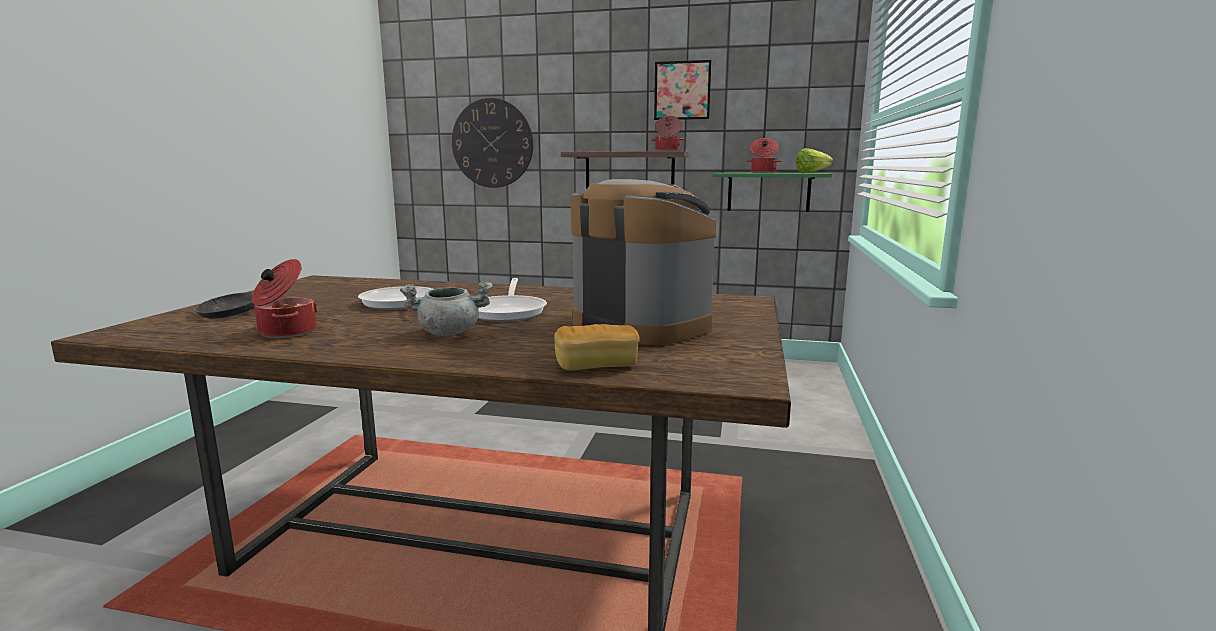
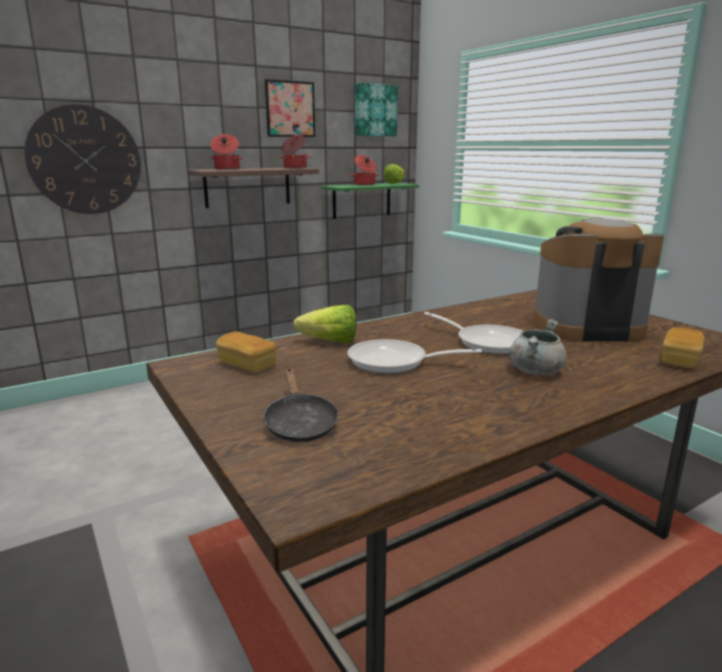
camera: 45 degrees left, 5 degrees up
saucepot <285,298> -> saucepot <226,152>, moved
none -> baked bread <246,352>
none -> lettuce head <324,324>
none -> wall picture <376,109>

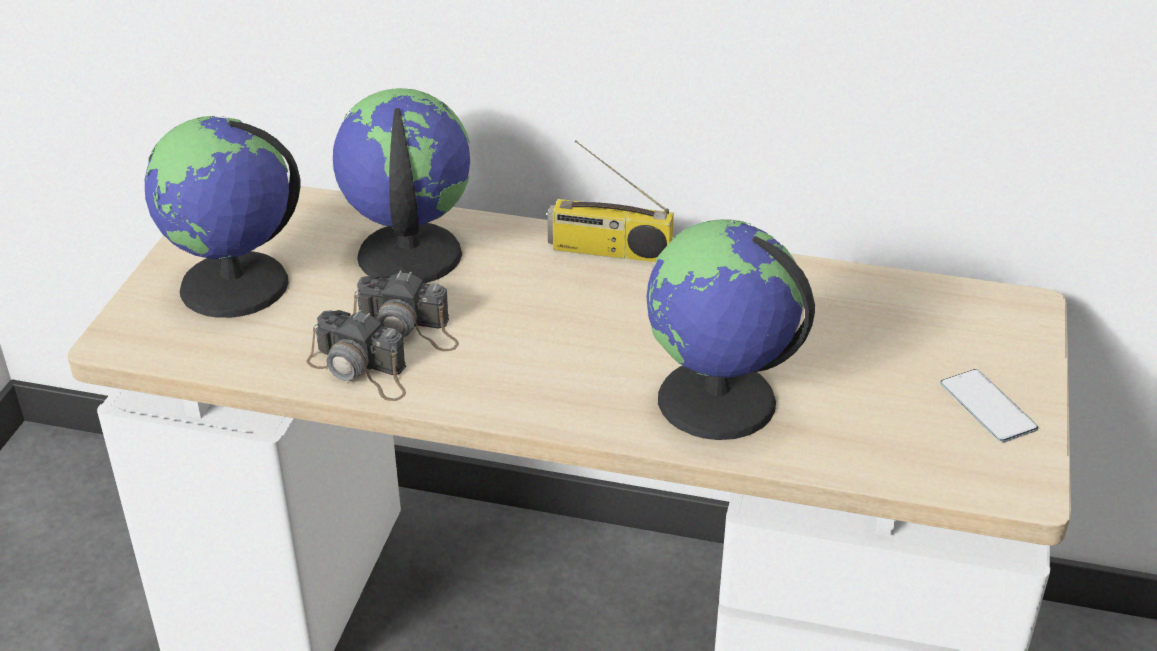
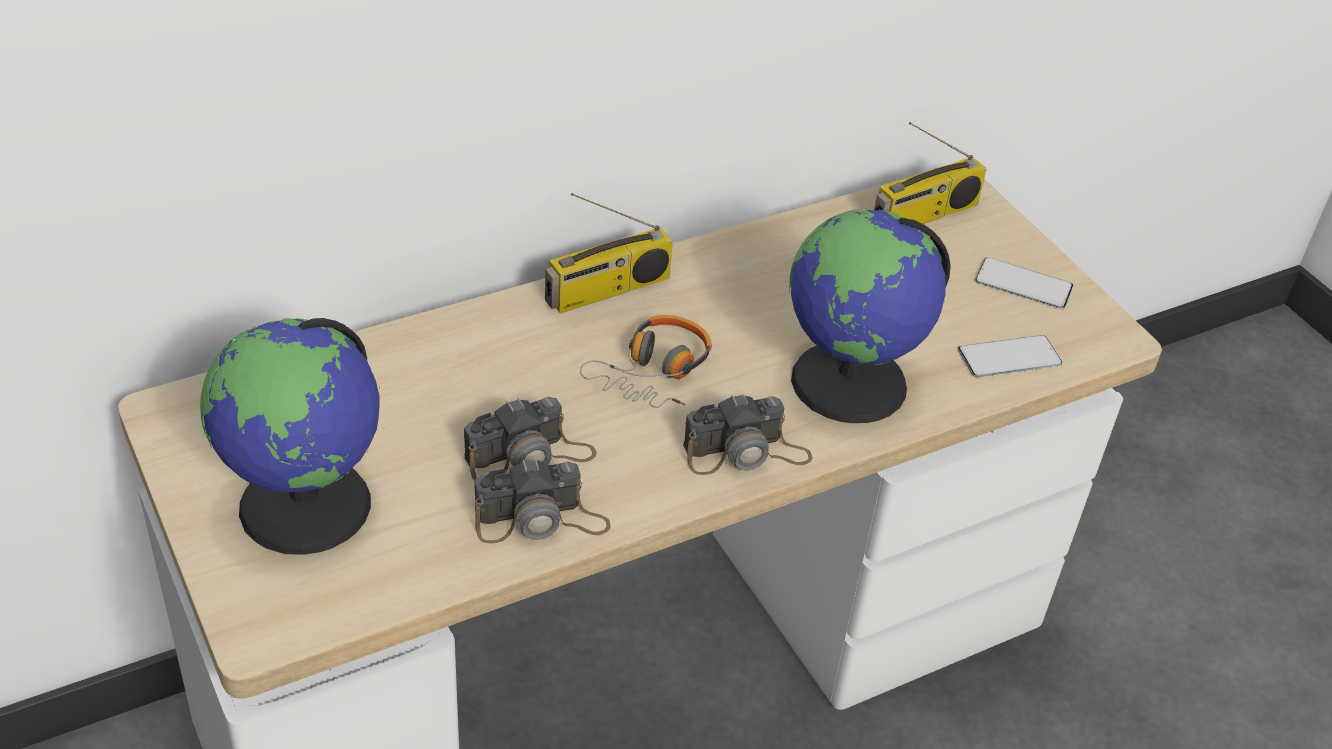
camera: 45 degrees left, 5 degrees up
desk globe <401,185> -> none
none -> headphones <646,361>
none -> photo camera <748,434>
none -> radio receiver <930,173>
none -> handset <1010,356>

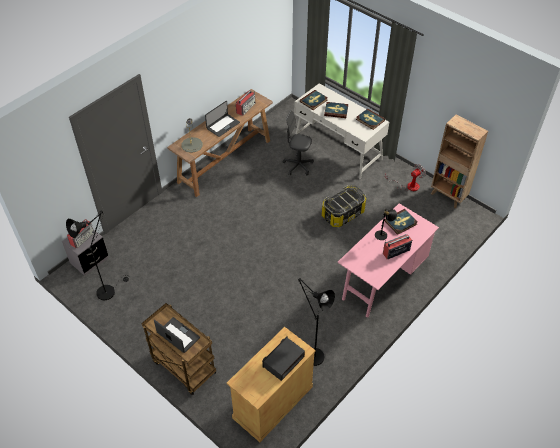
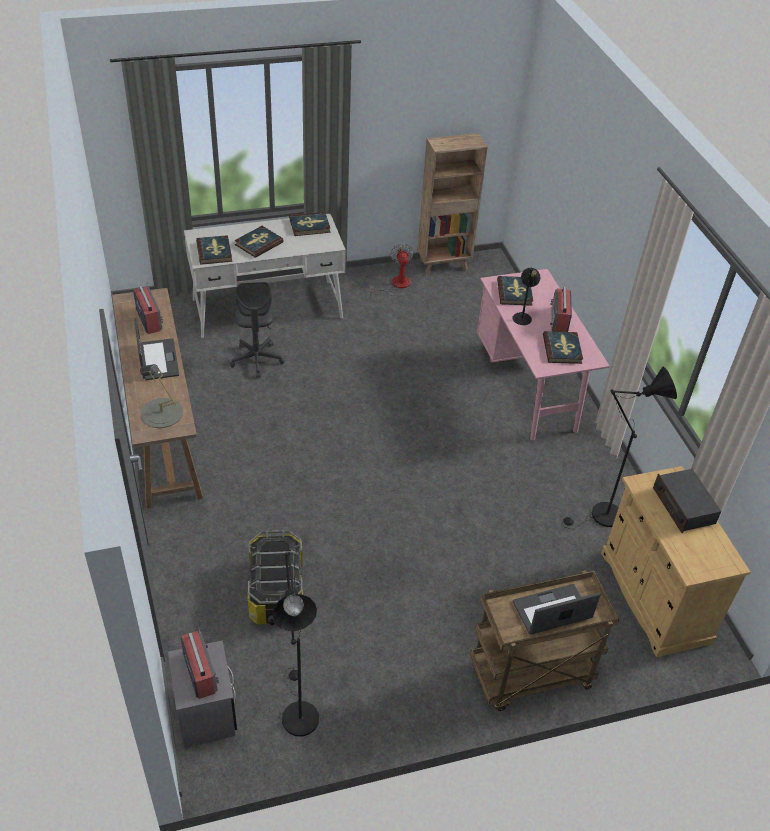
camera: 60 degrees left, 5 degrees down
computer chair (greyish) <298,142> -> computer chair (greyish) <257,330>, 60 degrees counterclockwise
storage bin <344,206> -> storage bin <275,577>, moved
none -> book <563,347>

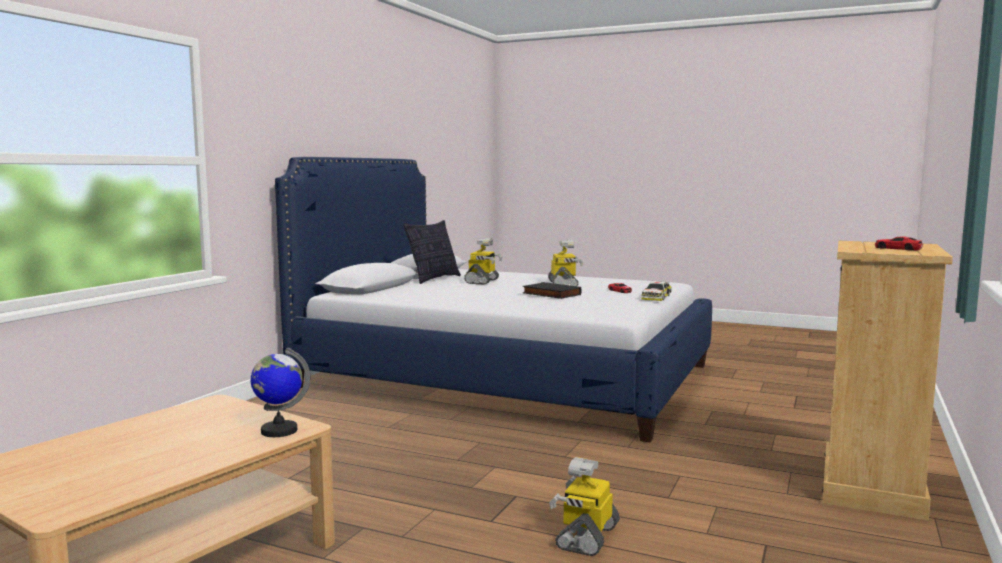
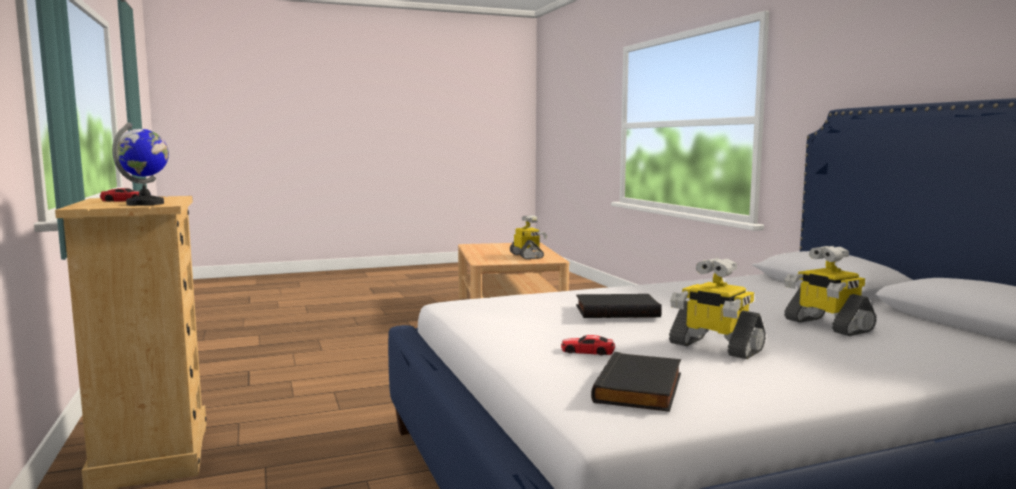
camera: 135 degrees right, 0 degrees up
desk globe <280,392> -> desk globe <140,164>, moved
cushion <432,252> -> none
model robot <584,506> -> model robot <528,237>, moved
miniature car <656,291> -> none
none -> book (blackish) <636,382>

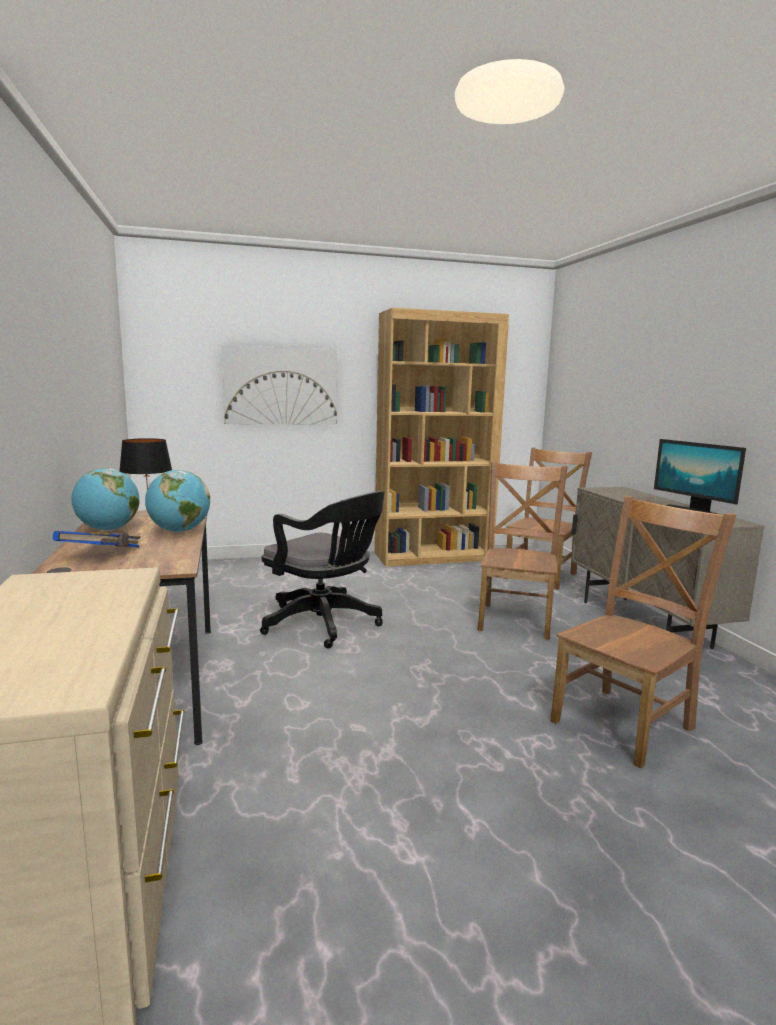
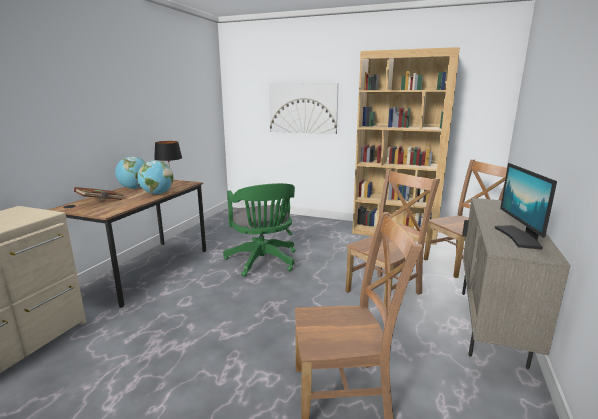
camera: 35 degrees right, 5 degrees up
book (bluish) <97,539> -> book (brown) <98,193>
computer chair (blackish) <322,569> -> computer chair (green-coloured) <259,230>

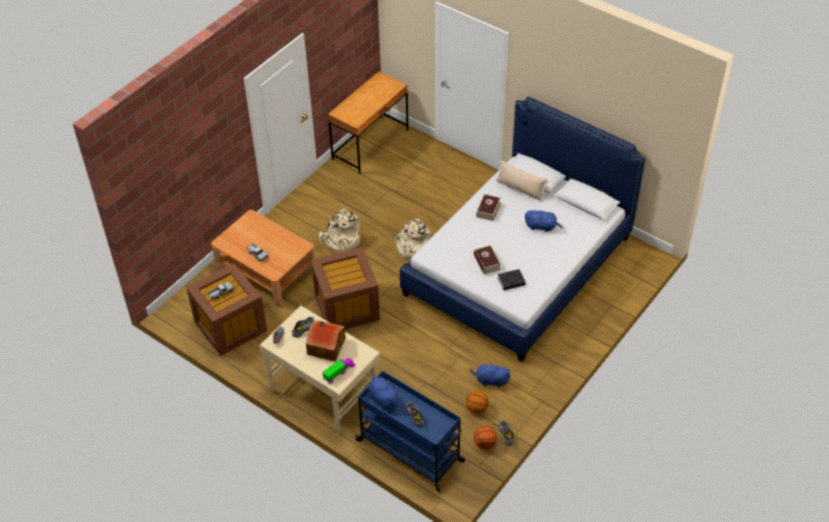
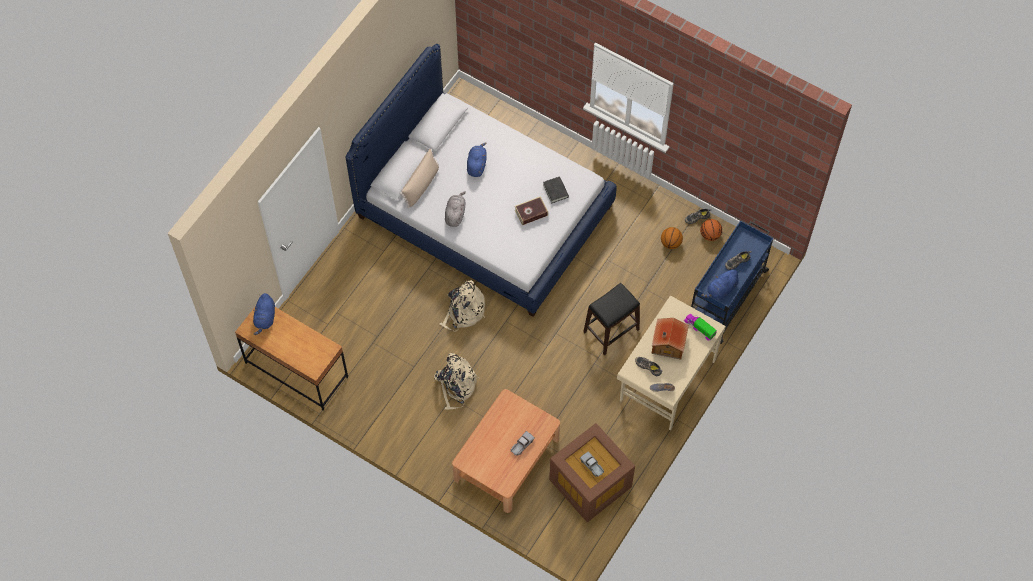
camera: 95 degrees left, 15 degrees up
storage bin (brown) <345,288> -> none
soft toy (bluish) <490,374> -> soft toy (bluish) <264,314>, moved
book <488,207> -> soft toy (greyish) <455,209>
none -> stool (blackish) <611,319>

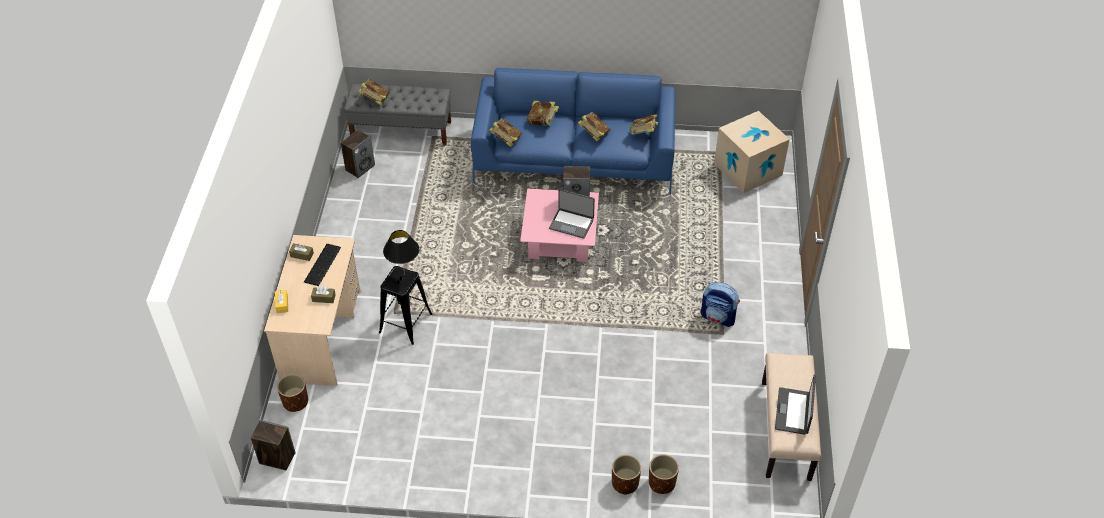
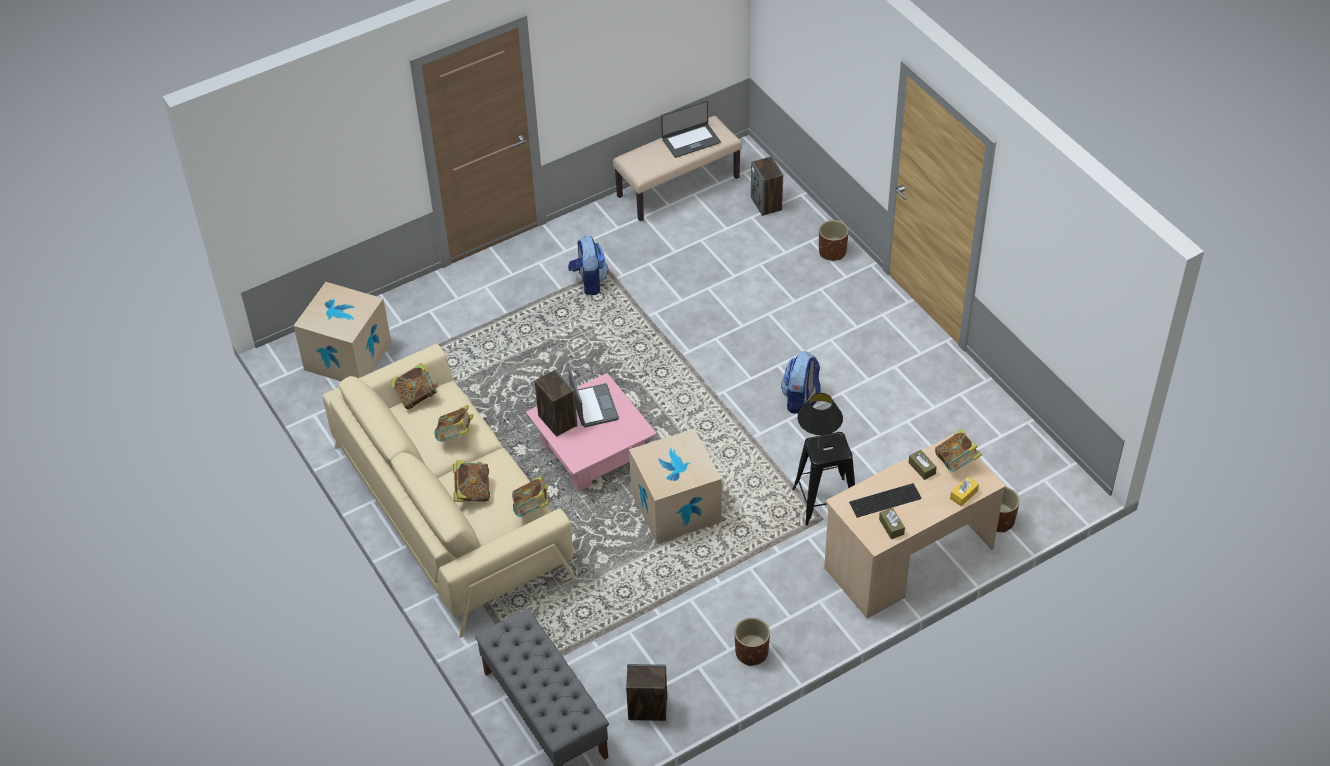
camera: 125 degrees left, 0 degrees up
speaker <273,445> -> speaker <767,186>, moved
book <374,92> -> book <958,450>, moved
sofa (bluish) <573,131> -> sofa (beige-coloured) <449,491>
plant pot (brown) <664,474> -> plant pot (brown) <752,641>, moved
none -> packing box <675,486>
none -> rucksack <800,382>

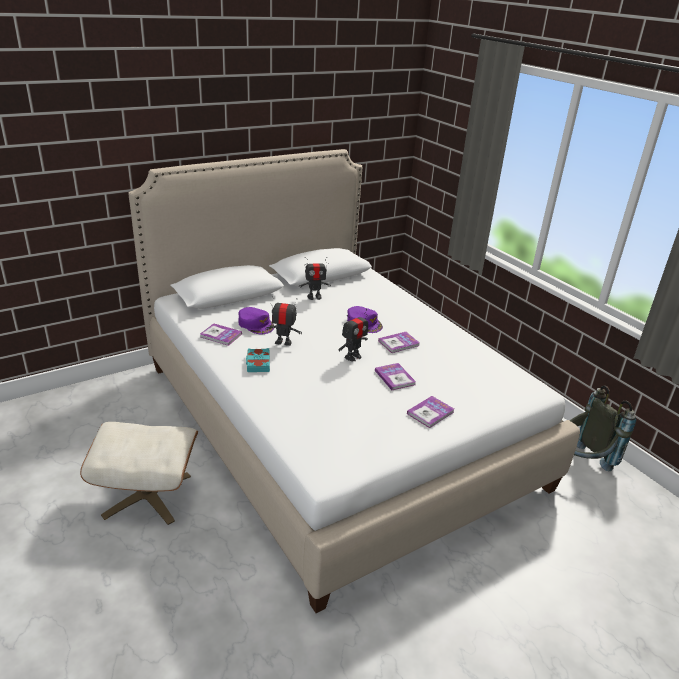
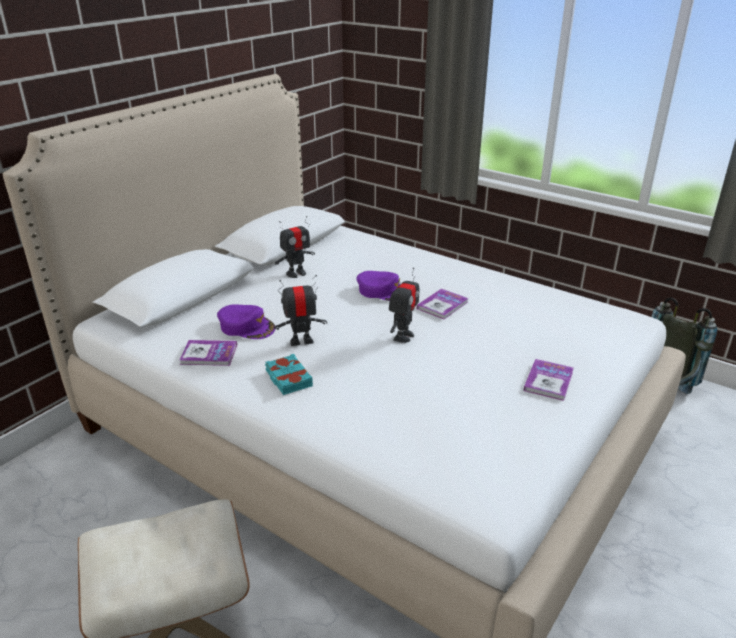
camera: 20 degrees left, 0 degrees up
book <395,376> -> none

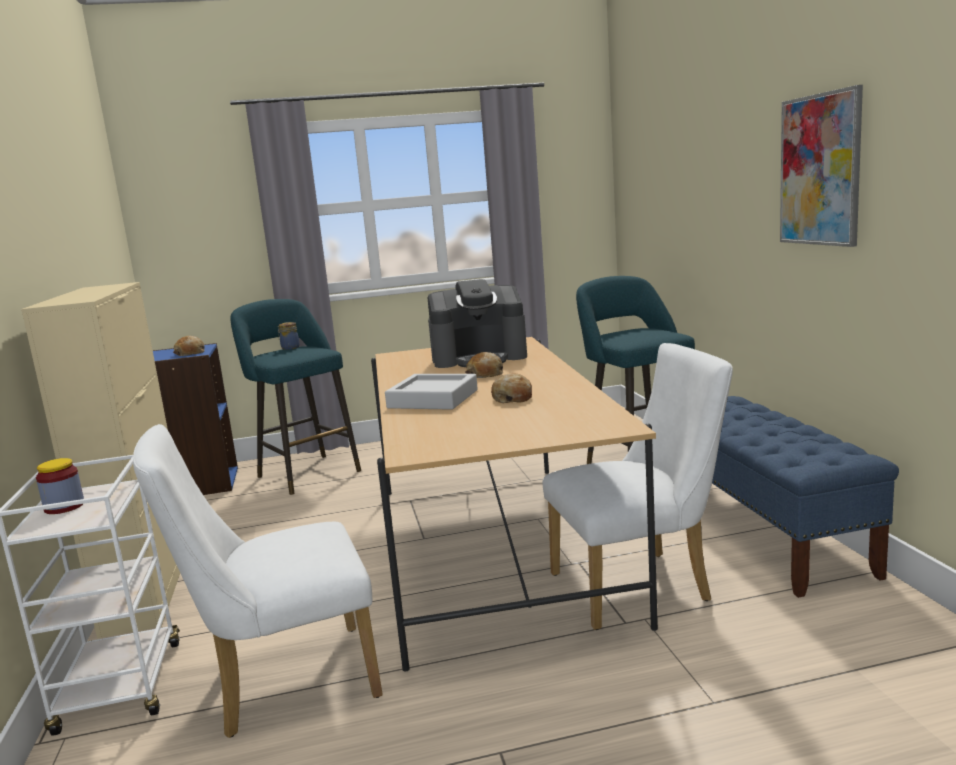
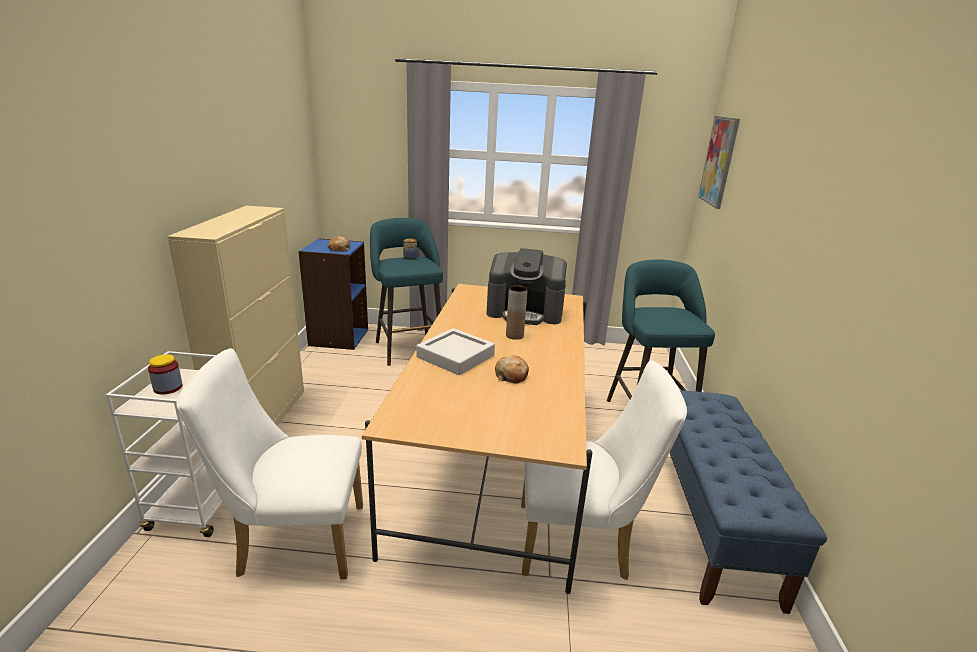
camera: 15 degrees right, 10 degrees up
baked bread <484,365> -> vase (brown) <517,312>
wall picture <821,166> -> wall picture <719,162>, moved

